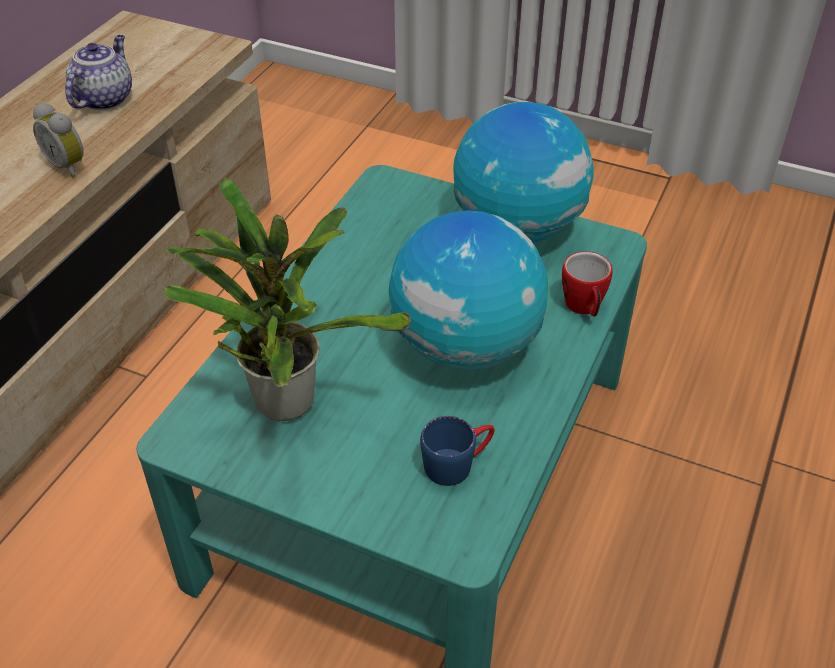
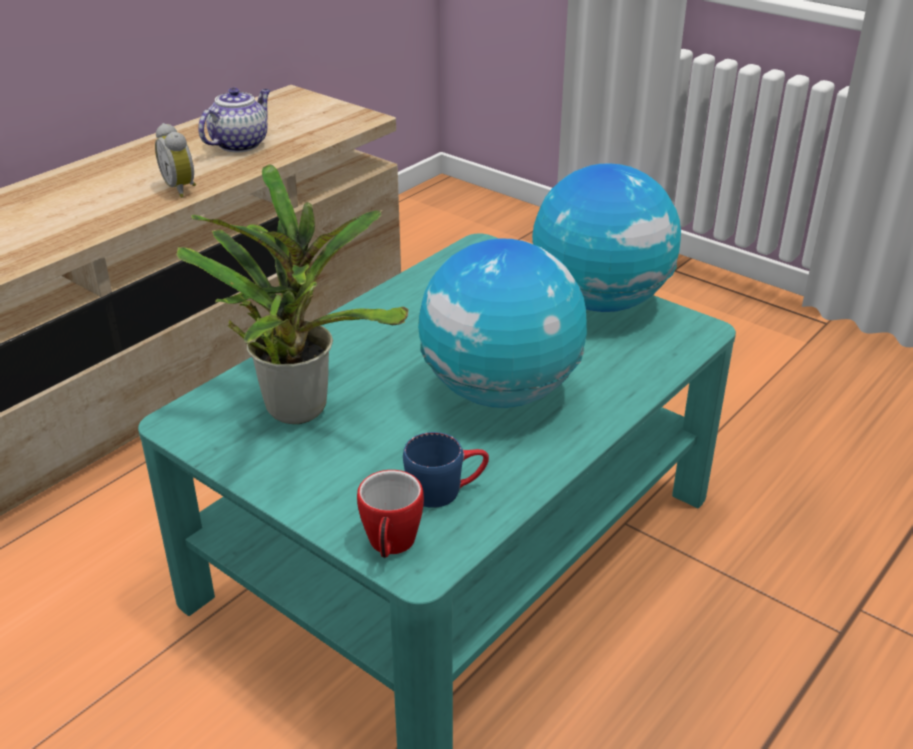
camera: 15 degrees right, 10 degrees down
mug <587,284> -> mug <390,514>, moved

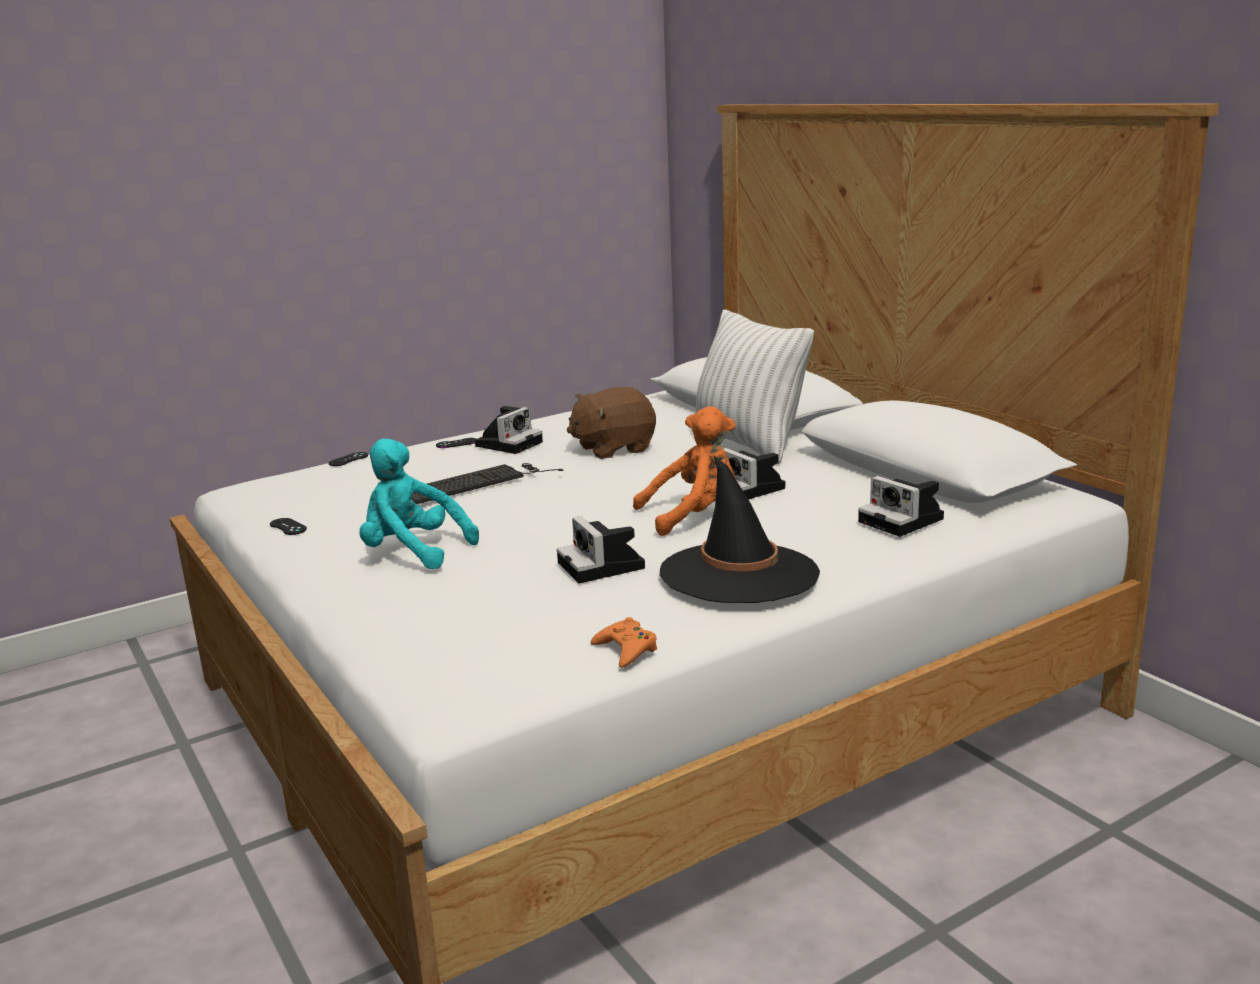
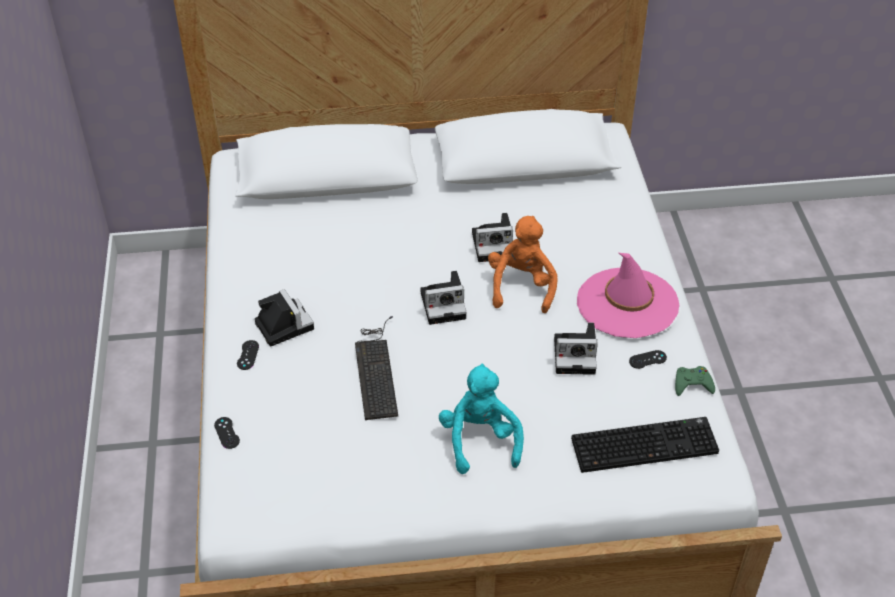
camera: 65 degrees left, 25 degrees up
game controller (blackish) <288,526> -> game controller (blackish) <648,359>, moved
soft toy (turquoise-coloured) <419,504> -> soft toy (turquoise-coloured) <481,419>, 120 degrees clockwise
soft toy (brown) <611,423> -> none
game controller (orange) <624,642> -> game controller (green-coloured) <695,381>
wearable hat (blackish) <740,529> -> wearable hat (pink-coloured) <628,295>
cushion (whitish) <753,387> -> none
photo camera <901,506> -> photo camera <443,298>, moved
none -> computer keyboard <645,445>

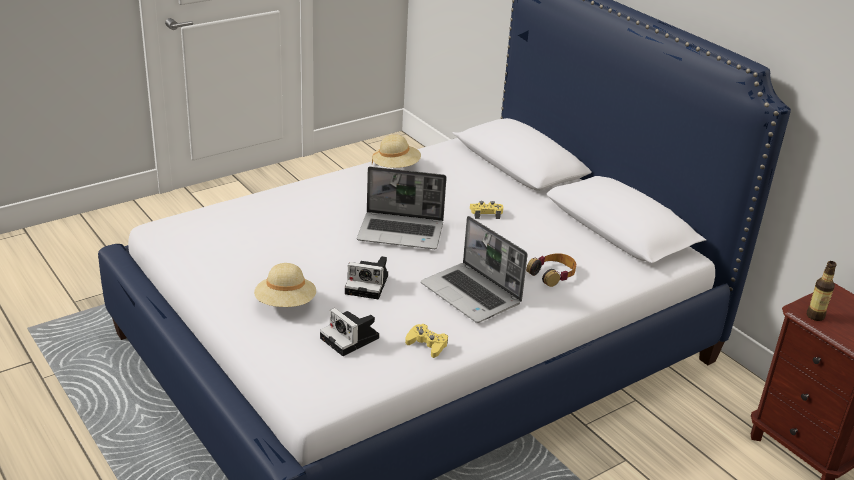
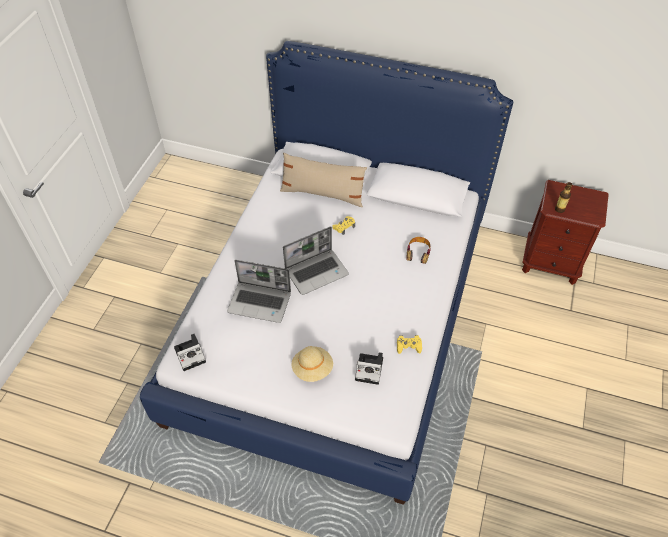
camera: 35 degrees left, 20 degrees up
photo camera <366,277> -> photo camera <190,352>, moved
wearable hat (beige-coloured) <396,151> -> none
portable computer <474,269> -> portable computer <259,291>, moved
none -> cushion (beige-coloured) <323,180>

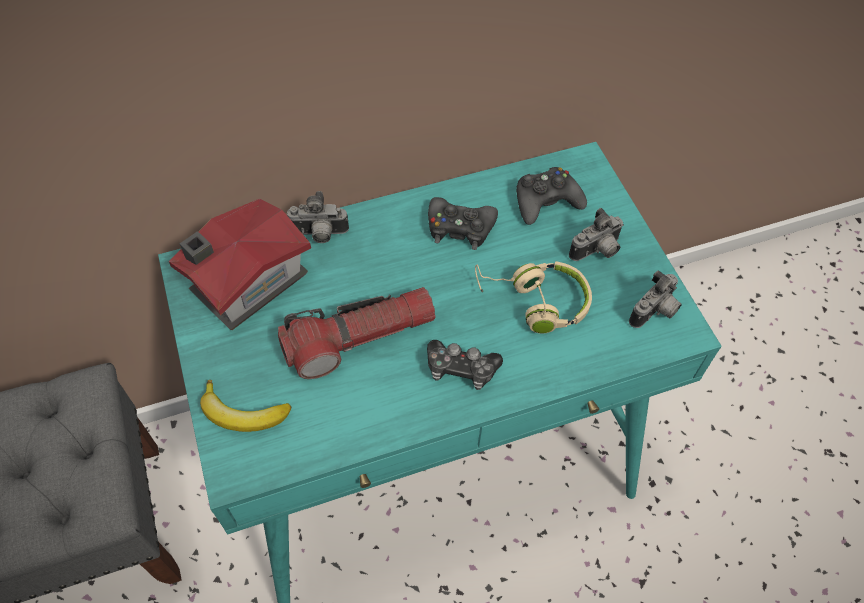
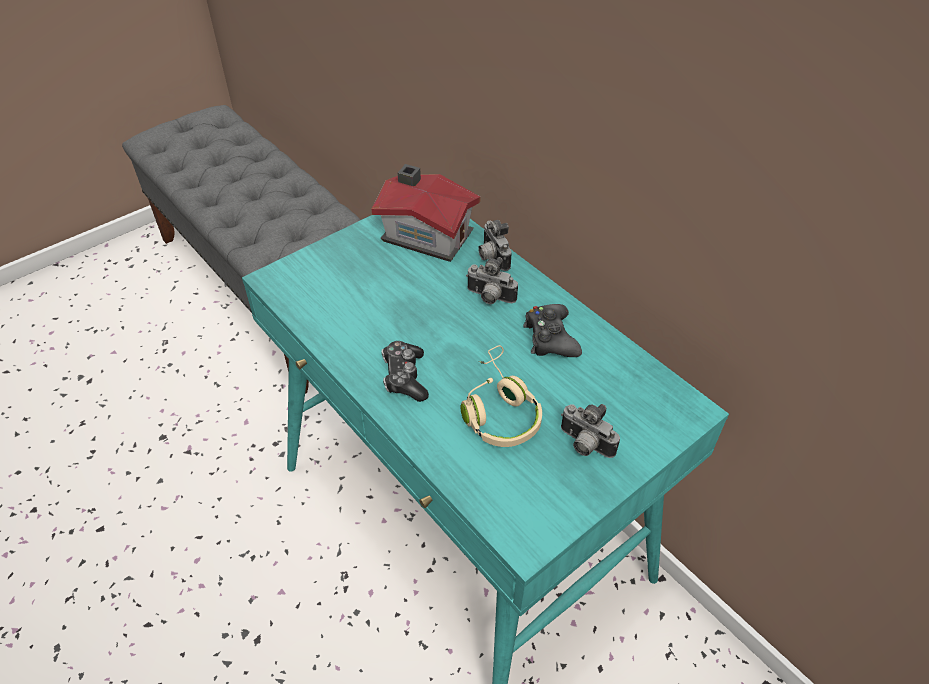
camera: 70 degrees right, 10 degrees down
banana fruit <245,406> -> none
hand torch <357,333> -> none
game controller (blackish) <551,196> -> none
photo camera <655,299> -> photo camera <492,280>, moved

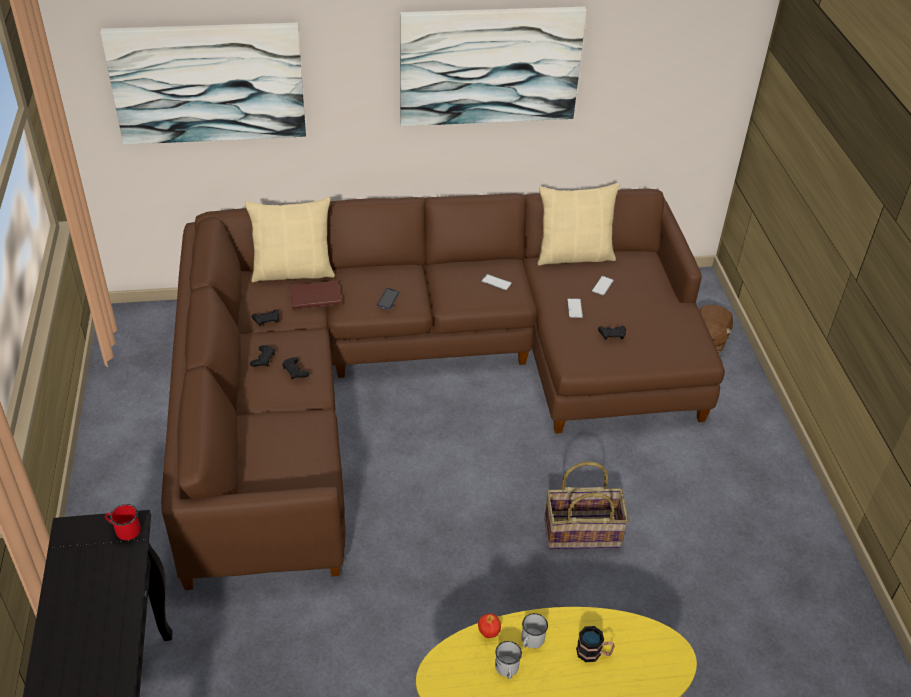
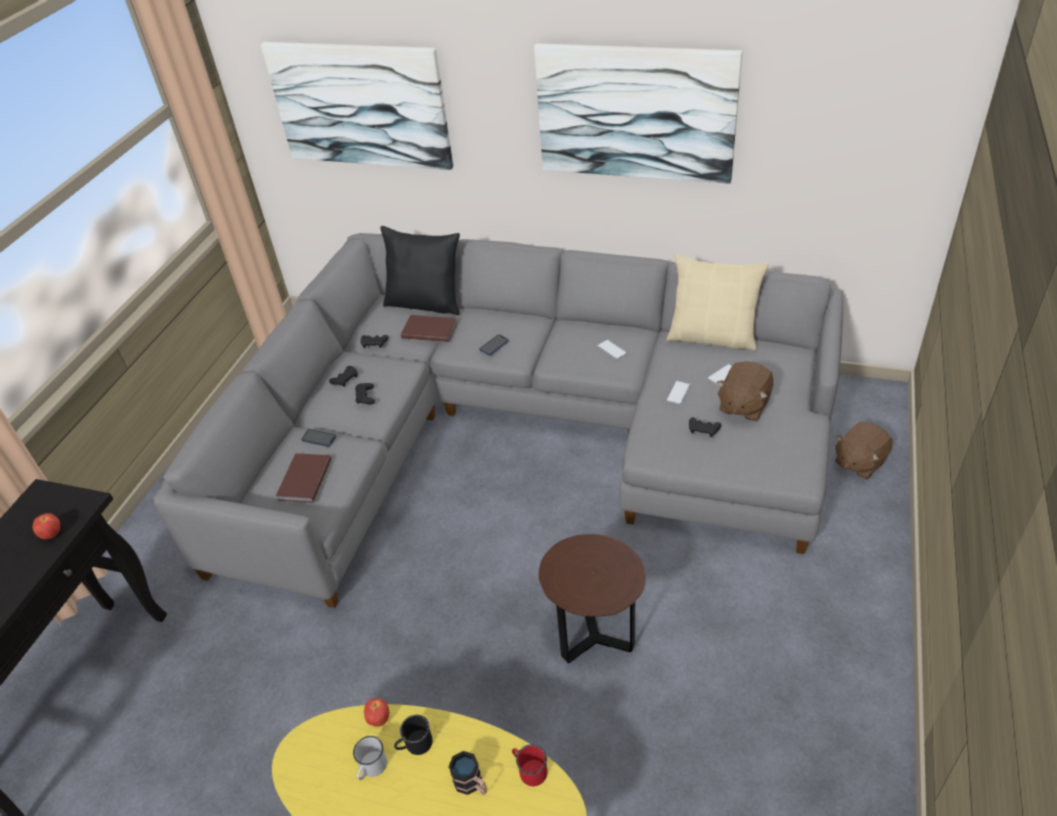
camera: 30 degrees right, 0 degrees up
mug (red-coloured) <123,522> -> mug (red-coloured) <529,765>, moved
sofa (brown) <443,389> -> sofa (greyish) <497,420>
cushion (beige-coloured) <290,239> -> cushion (blackish) <420,270>
mug (whitish) <534,630> -> mug (blackish) <413,735>
household basket <586,505> -> side table (brown) <592,598>
none -> apple <46,526>
none -> book (brown) <304,478>
none -> handset <319,438>
none -> soft toy (brown) <745,391>

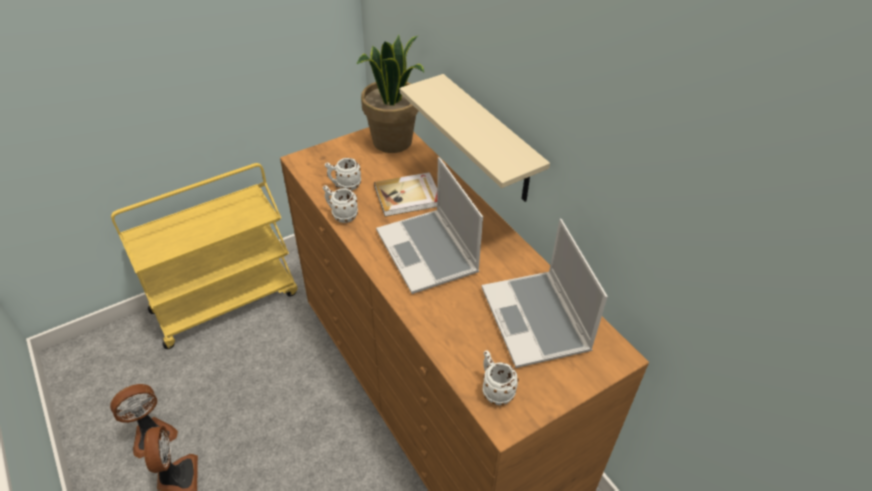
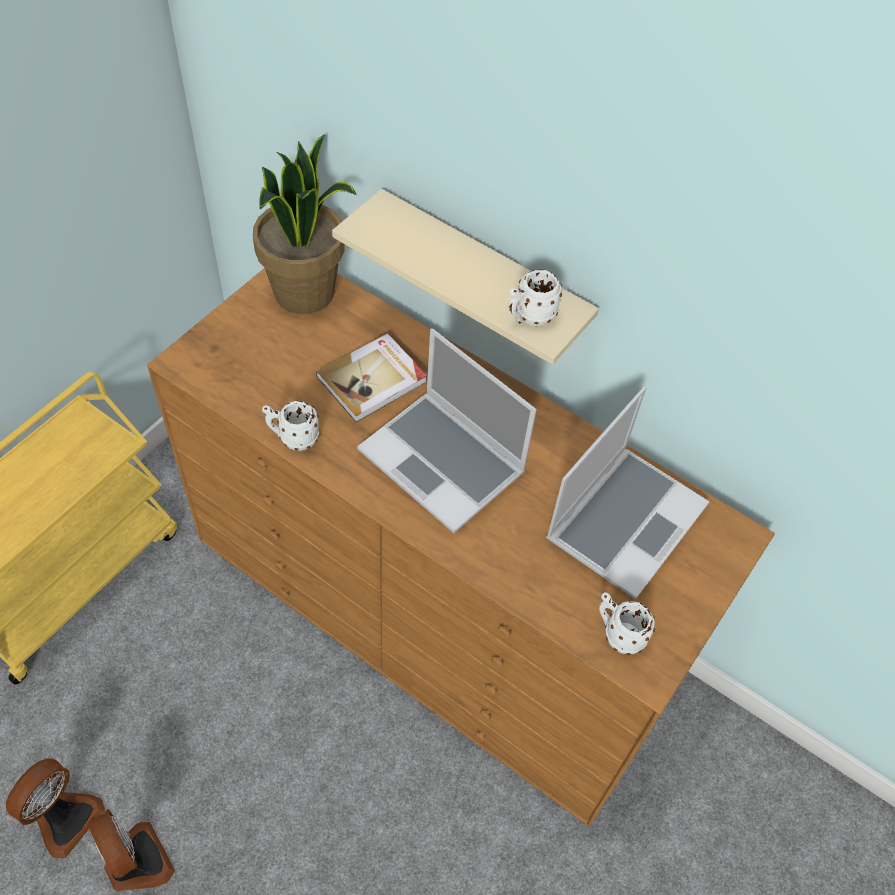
camera: 25 degrees left, 10 degrees up
mug (whitish) <343,174> -> mug (whitish) <535,298>, moved
portable computer <545,293> -> portable computer <628,493>, 105 degrees counterclockwise

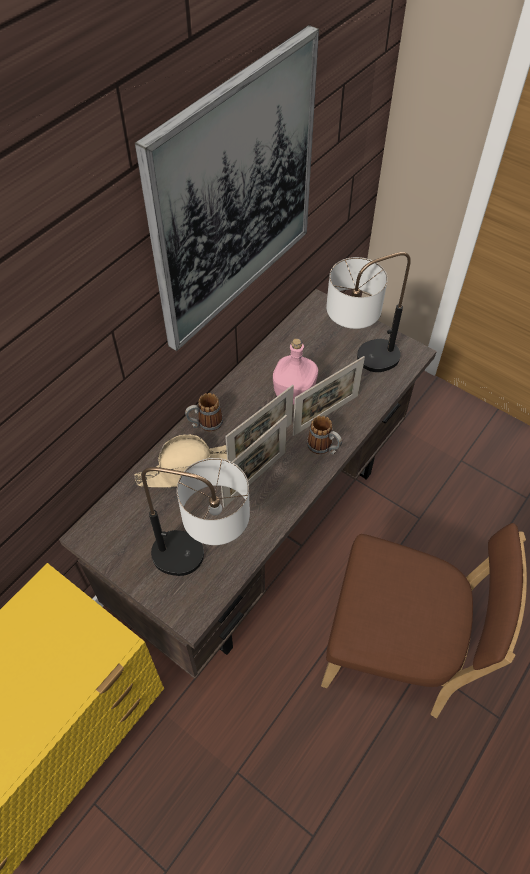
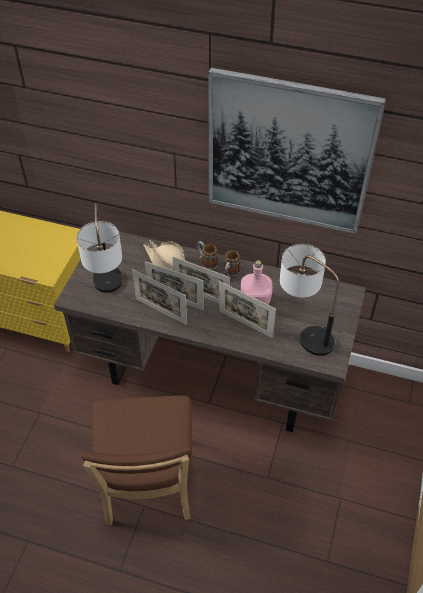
camera: 70 degrees right, 5 degrees down
mug <324,435> -> mug <232,264>, moved
none -> picture frame <159,297>

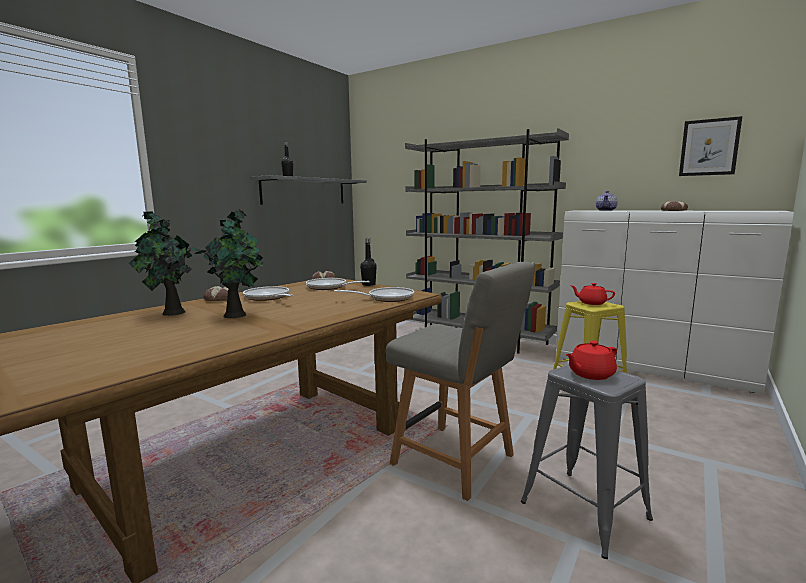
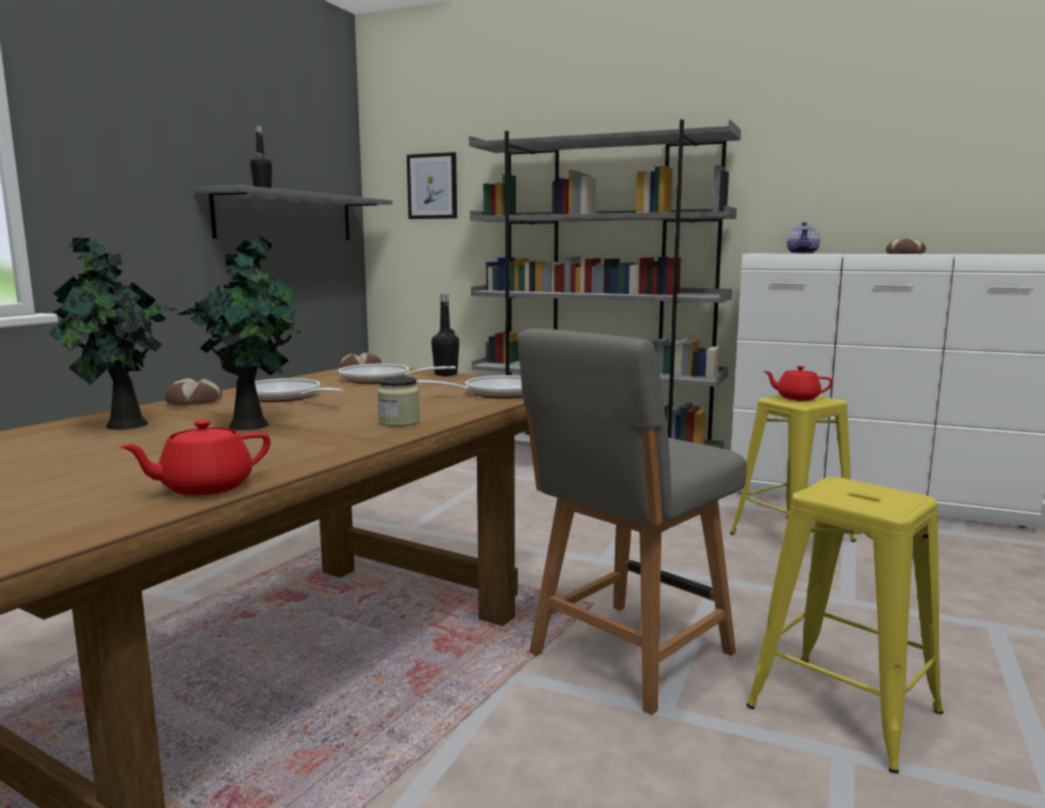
camera: 10 degrees left, 0 degrees up
upright chair (greyish) <460,381> -> upright chair (greyish) <632,521>, 105 degrees clockwise
stool (greyish) <587,461> -> stool (yellow) <844,625>
teapot (red-coloured) <591,360> -> teapot (red-coloured) <195,458>, moved
wall picture <710,146> -> wall picture <432,185>, moved
none -> storage jar <399,401>

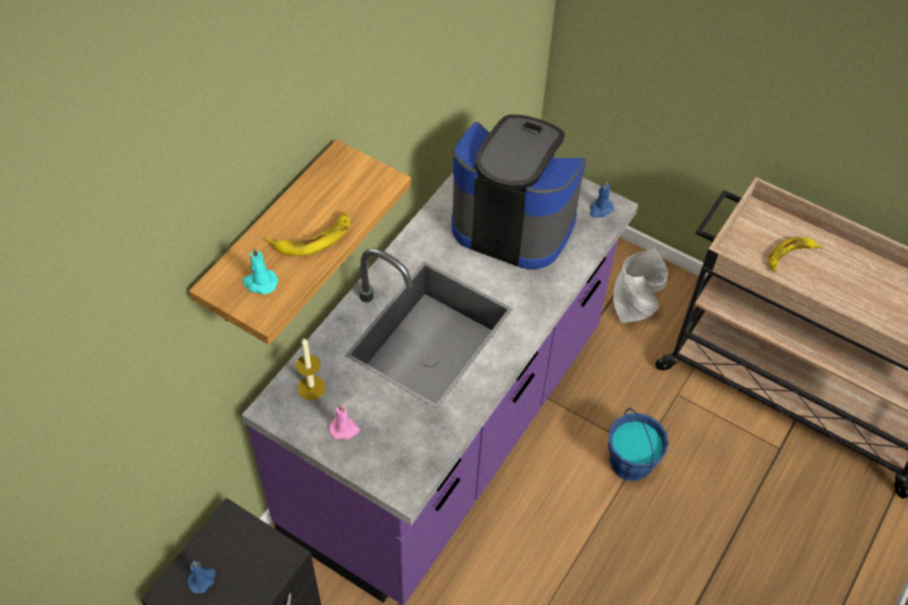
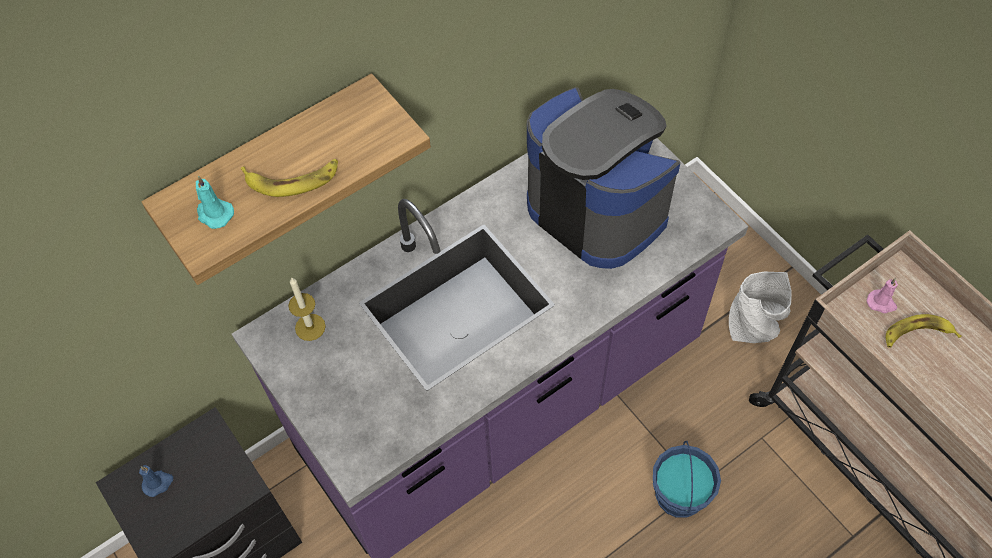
camera: 25 degrees right, 5 degrees up
wax light (pink-coloured) <344,421> -> wax light (pink-coloured) <882,295>, moved
wax light (bluish) <602,199> -> none

